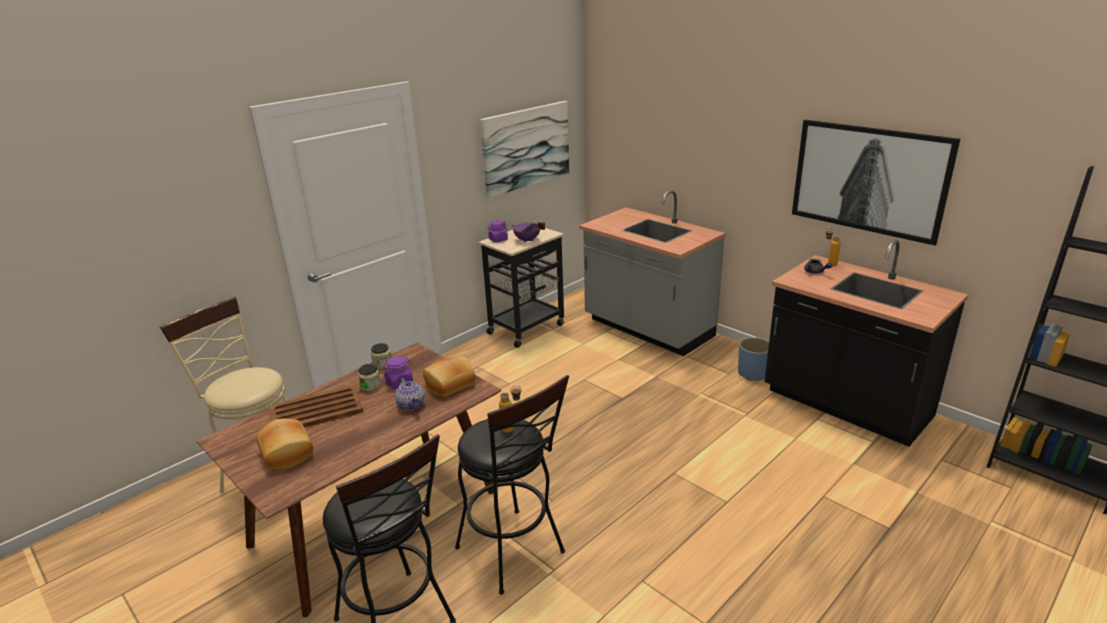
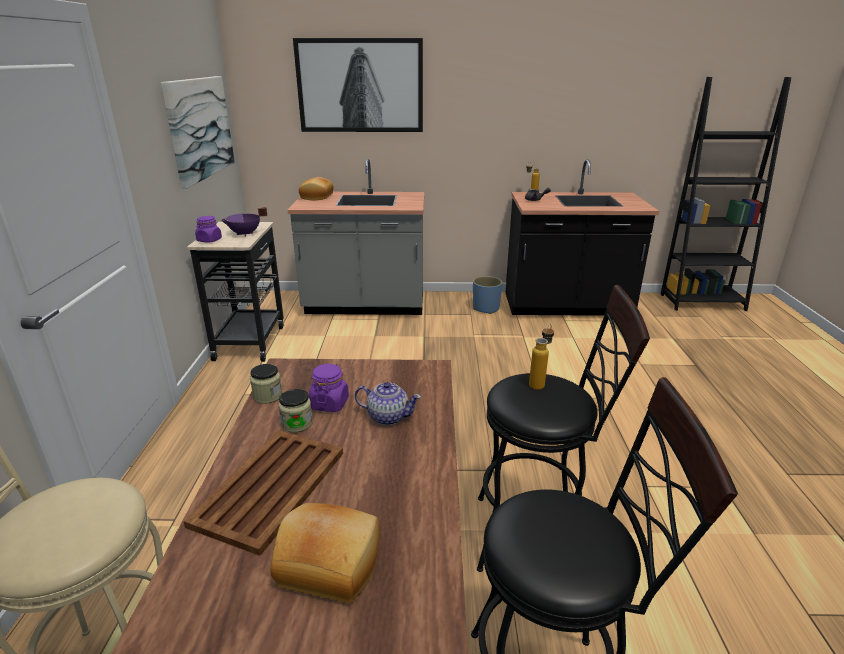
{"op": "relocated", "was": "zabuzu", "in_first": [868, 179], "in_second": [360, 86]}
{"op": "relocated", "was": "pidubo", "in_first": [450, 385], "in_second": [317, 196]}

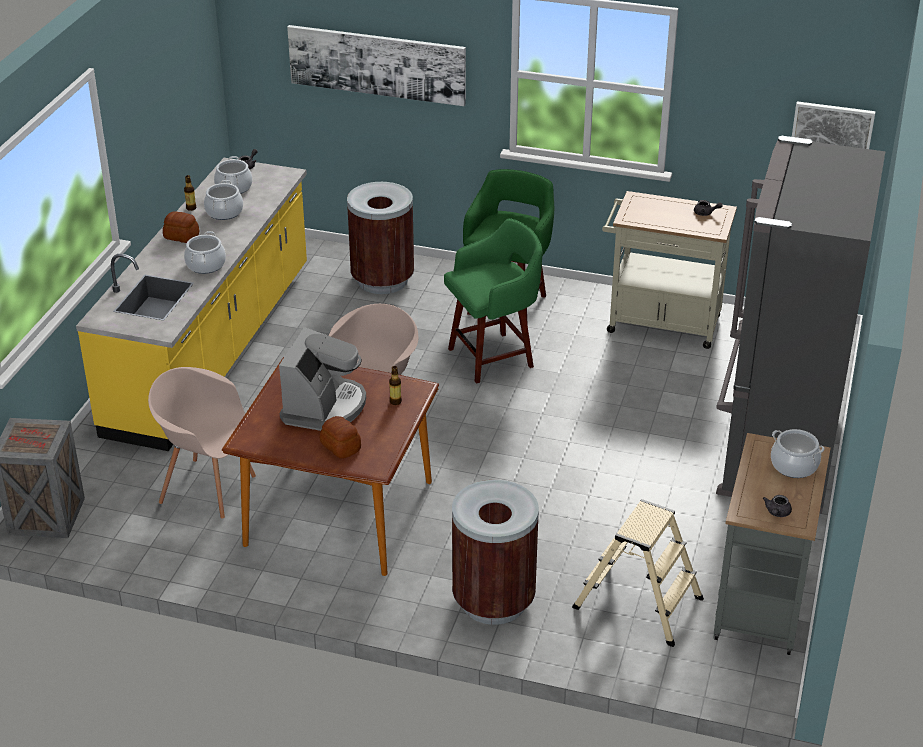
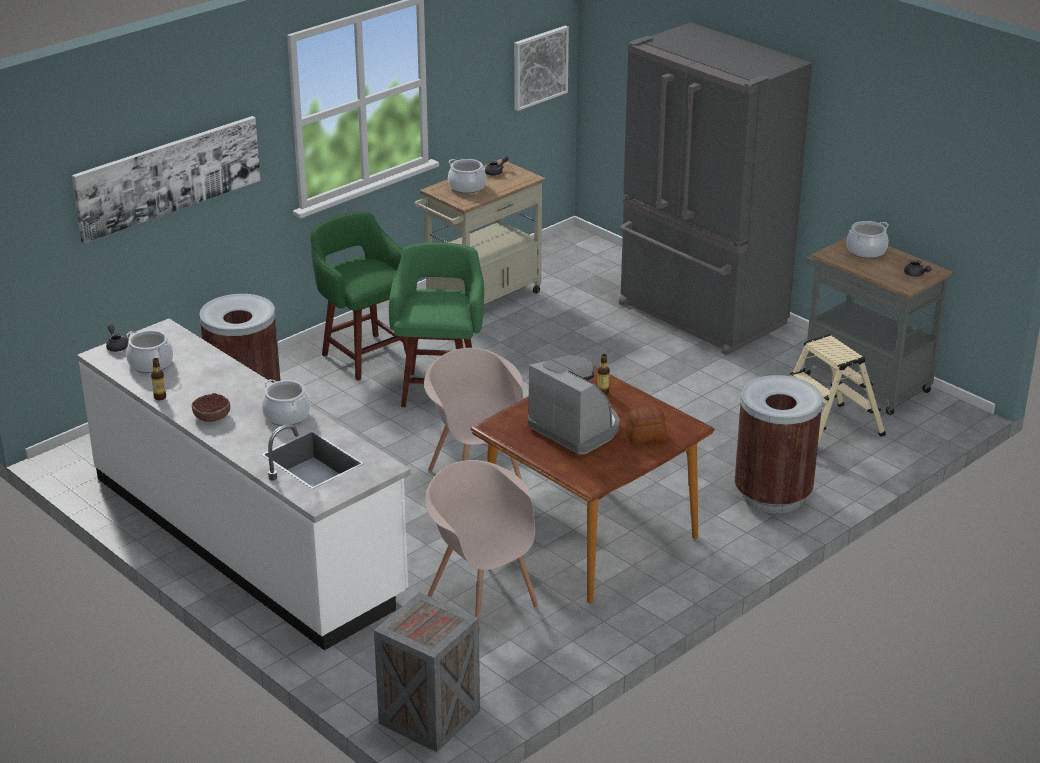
{"op": "colour", "was": "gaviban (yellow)", "now": "gaviban (white)", "in_first": [212, 349], "in_second": [247, 536]}
{"op": "relocated", "was": "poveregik", "in_first": [224, 212], "in_second": [467, 187]}
{"op": "exchanged", "was": "pidubo", "now": "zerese", "in_first": [181, 236], "in_second": [211, 416]}
{"op": "spun", "was": "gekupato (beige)", "in_first": [206, 488], "in_second": [481, 602], "clockwise": 90}

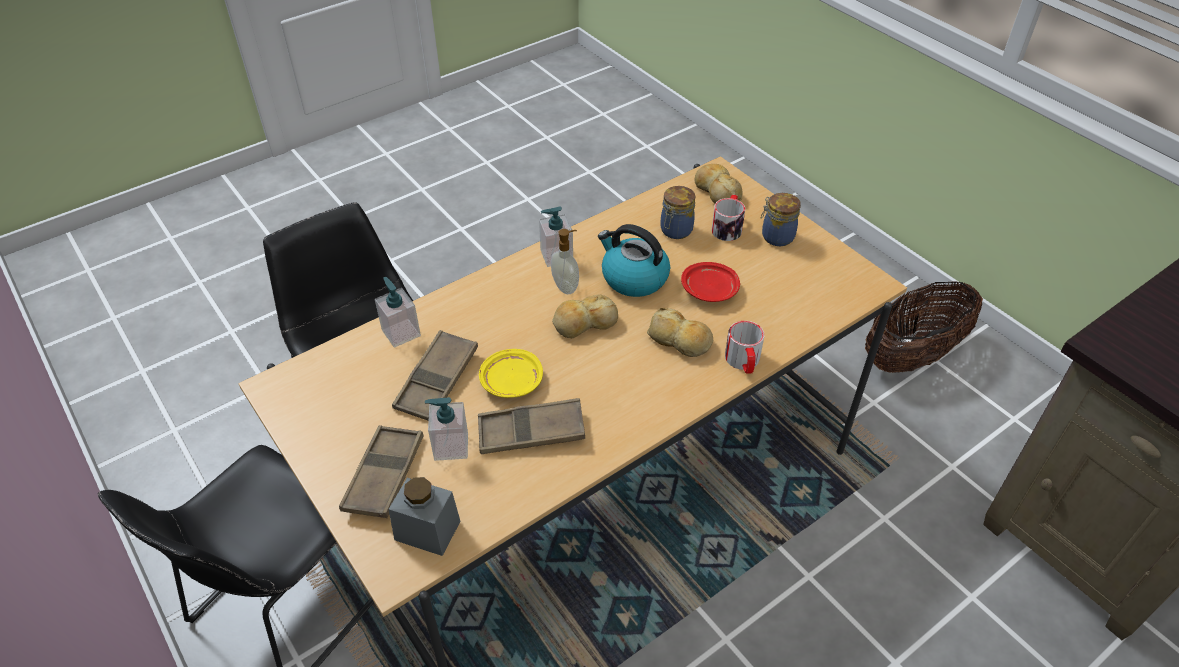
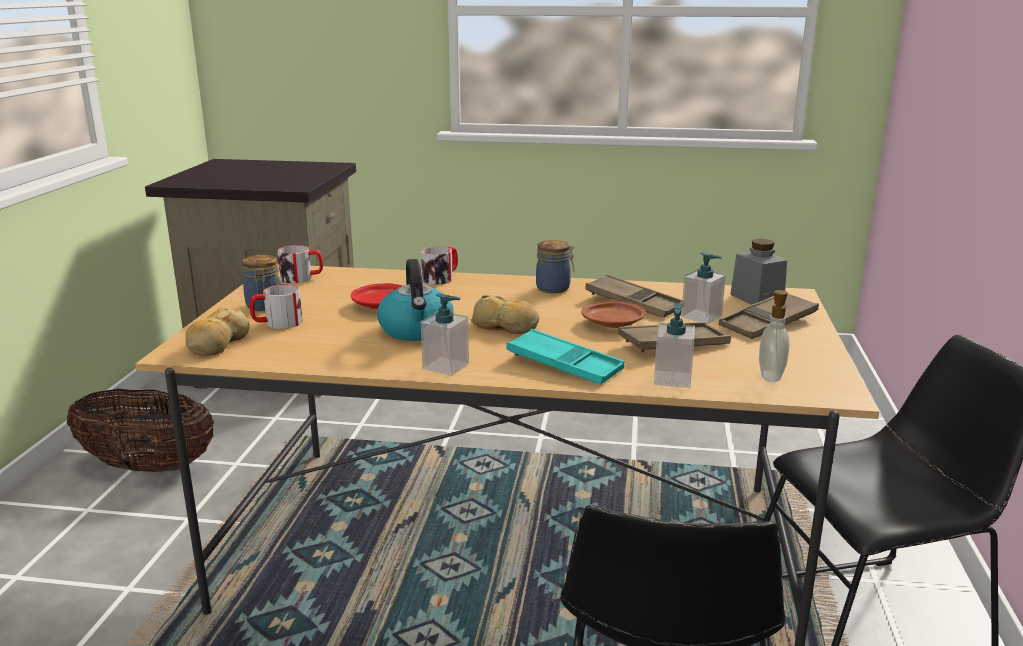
{"op": "relocated", "was": "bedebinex", "in_first": [675, 231], "in_second": [554, 288]}
{"op": "relocated", "was": "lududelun", "in_first": [566, 286], "in_second": [769, 376]}
{"op": "missing", "was": "pidubo", "in_first": [680, 340]}
{"op": "colour", "was": "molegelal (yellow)", "now": "molegelal (brown)", "in_first": [511, 382], "in_second": [613, 324]}
{"op": "appeared", "now": "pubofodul", "in_second": [302, 278]}
{"op": "appeared", "now": "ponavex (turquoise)", "in_second": [564, 365]}

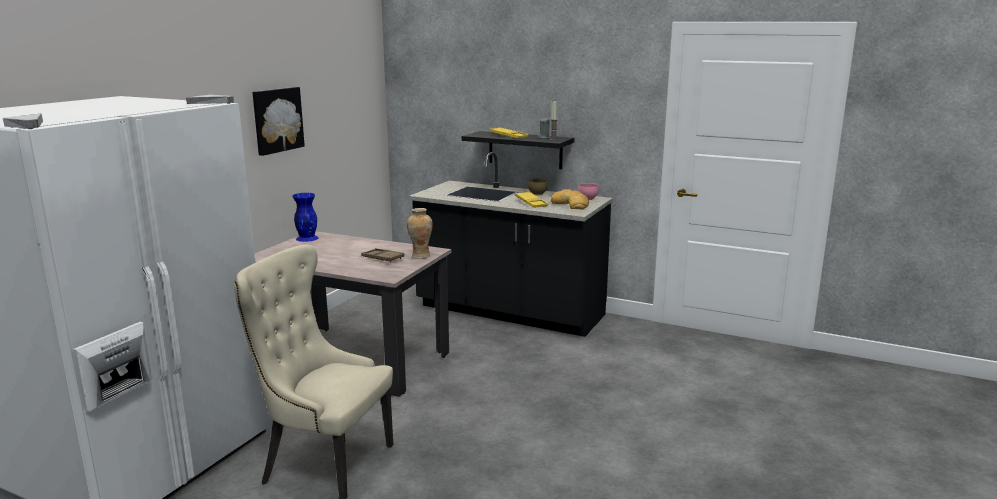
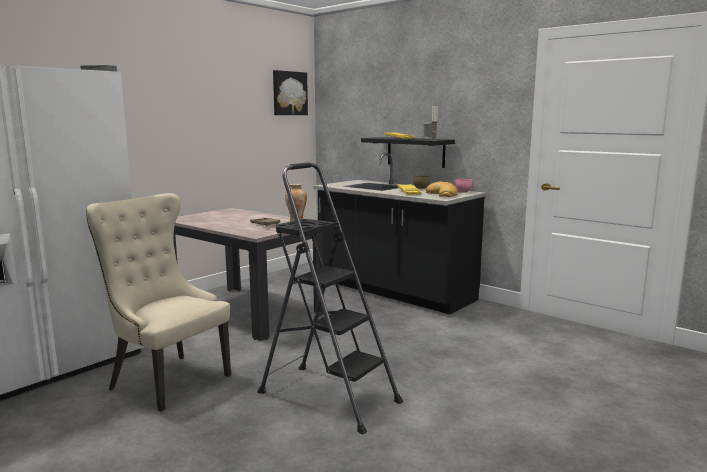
{"op": "relocated", "was": "zabuzu", "in_first": [277, 120], "in_second": [289, 93]}
{"op": "missing", "was": "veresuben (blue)", "in_first": [307, 238]}
{"op": "appeared", "now": "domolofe", "in_second": [327, 396]}

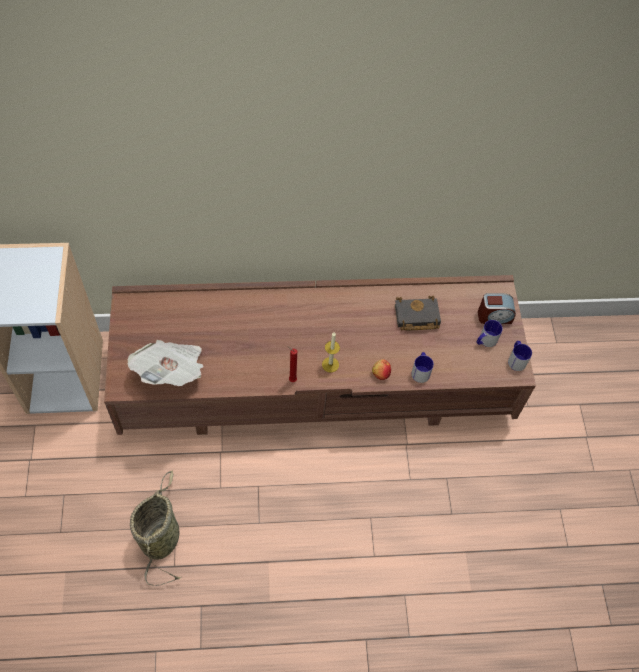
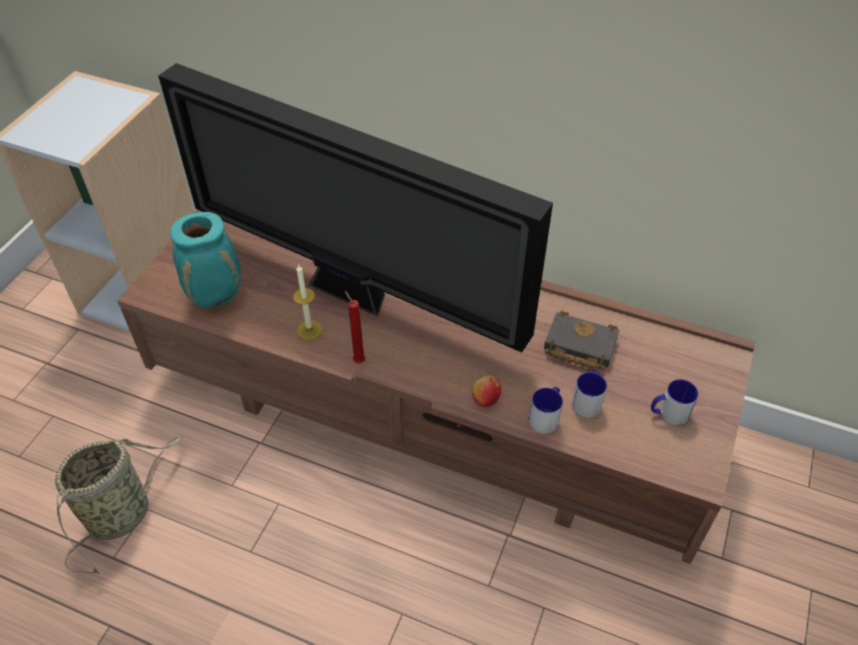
{"op": "missing", "was": "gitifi", "in_first": [494, 316]}
{"op": "relocated", "was": "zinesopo", "in_first": [330, 364], "in_second": [309, 330]}
{"op": "exchanged", "was": "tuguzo", "now": "veresuben (turquoise)", "in_first": [171, 371], "in_second": [217, 296]}
{"op": "relocated", "was": "pubofodul", "in_first": [516, 359], "in_second": [588, 400]}
{"op": "appeared", "now": "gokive", "in_second": [354, 295]}

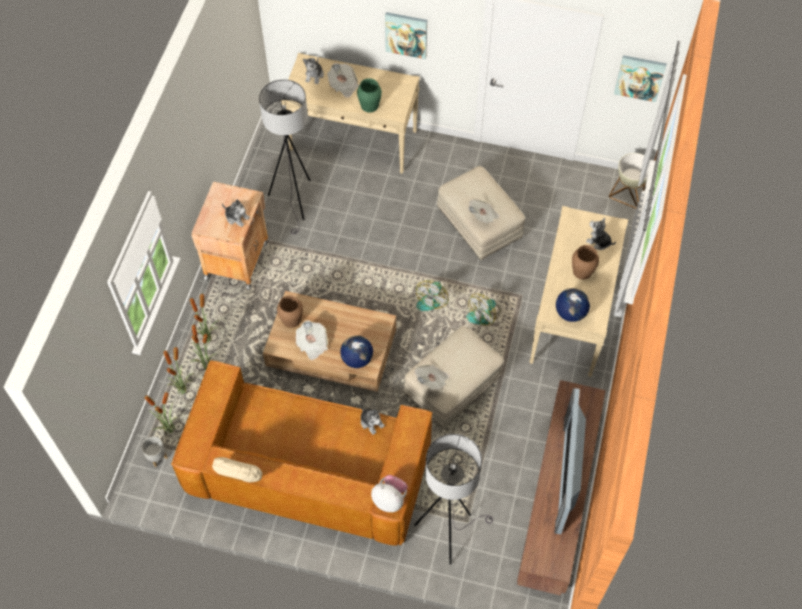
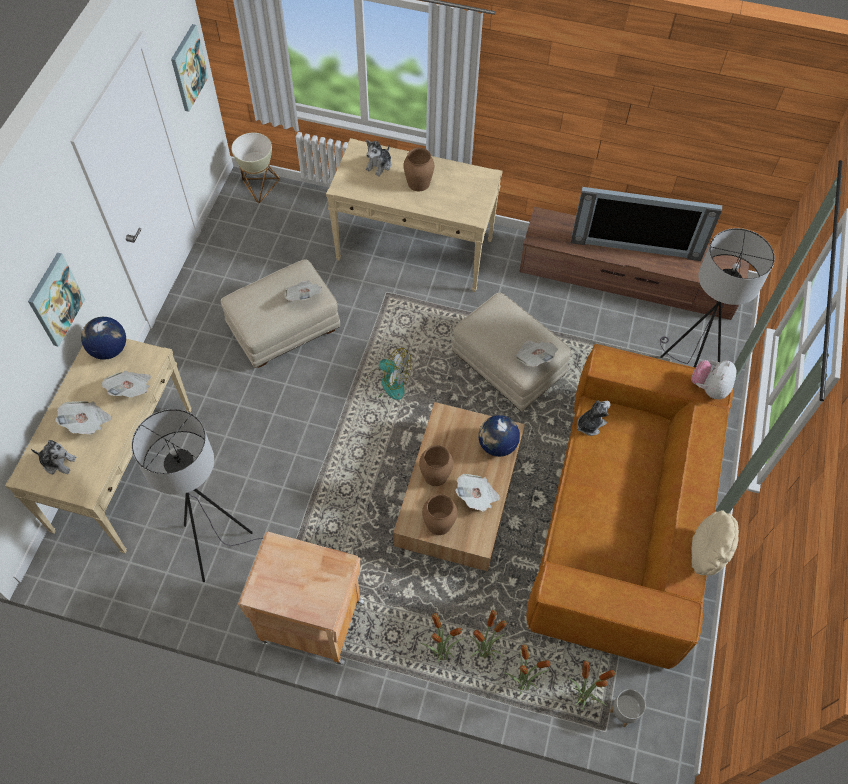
{"op": "exchanged", "was": "veresuben (green)", "now": "tuguzo", "in_first": [370, 105], "in_second": [131, 389]}
{"op": "missing", "was": "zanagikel", "in_first": [237, 217]}
{"op": "relocated", "was": "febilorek", "in_first": [570, 313], "in_second": [109, 349]}
{"op": "missing", "was": "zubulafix", "in_first": [484, 314]}
{"op": "appeared", "now": "veresuben (brown)", "in_second": [435, 474]}

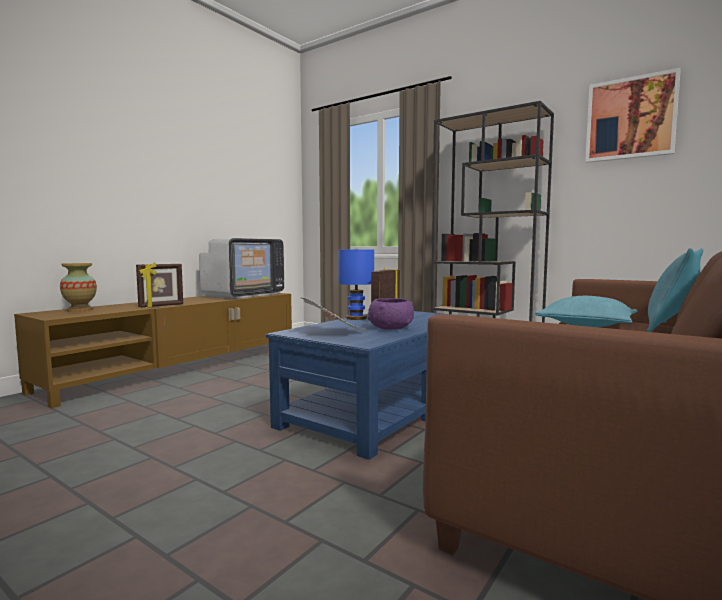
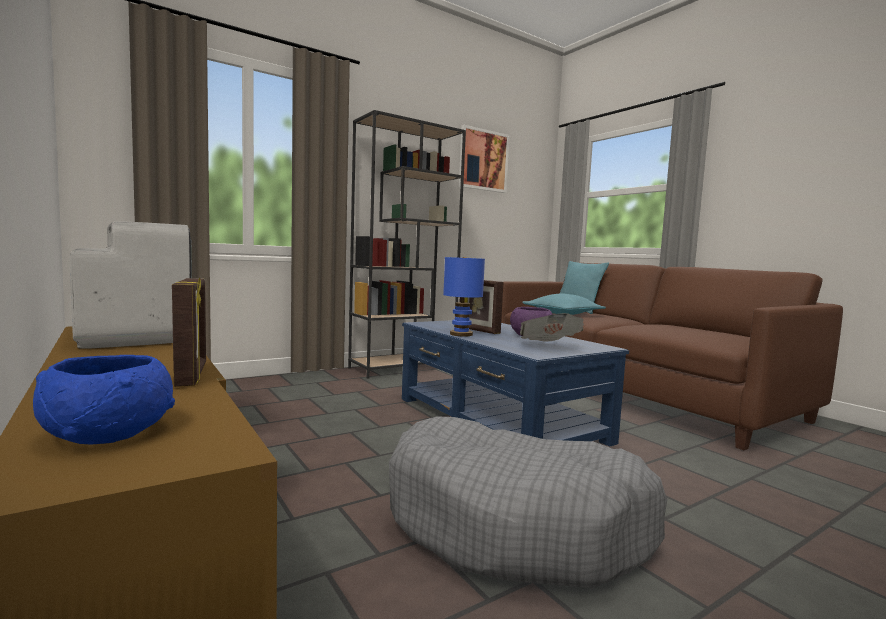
{"op": "exchanged", "was": "veresuben", "now": "zerese (blue)", "in_first": [80, 310], "in_second": [108, 433]}
{"op": "appeared", "now": "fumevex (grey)", "in_second": [515, 523]}

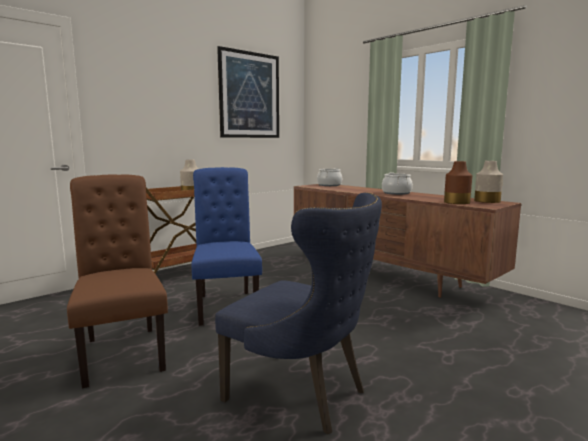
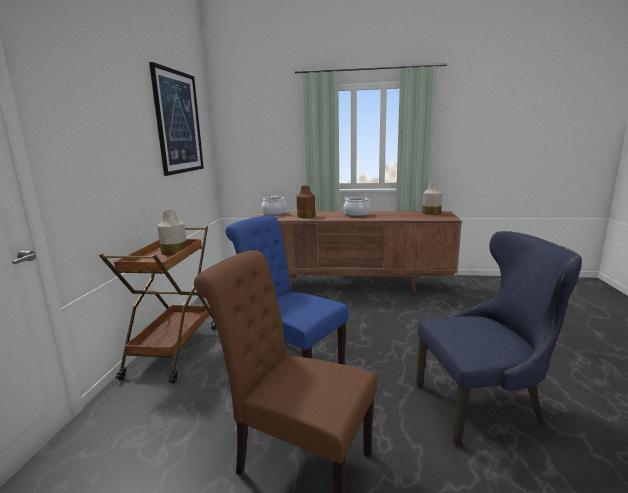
{"op": "relocated", "was": "veresuben (brown)", "in_first": [456, 202], "in_second": [306, 216]}

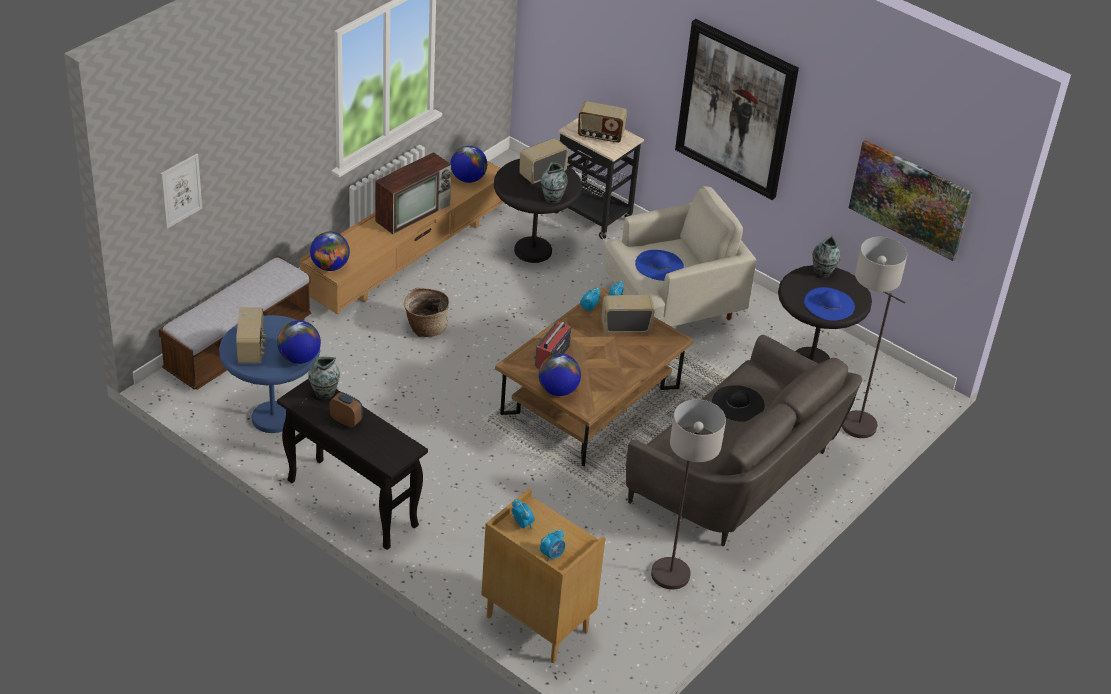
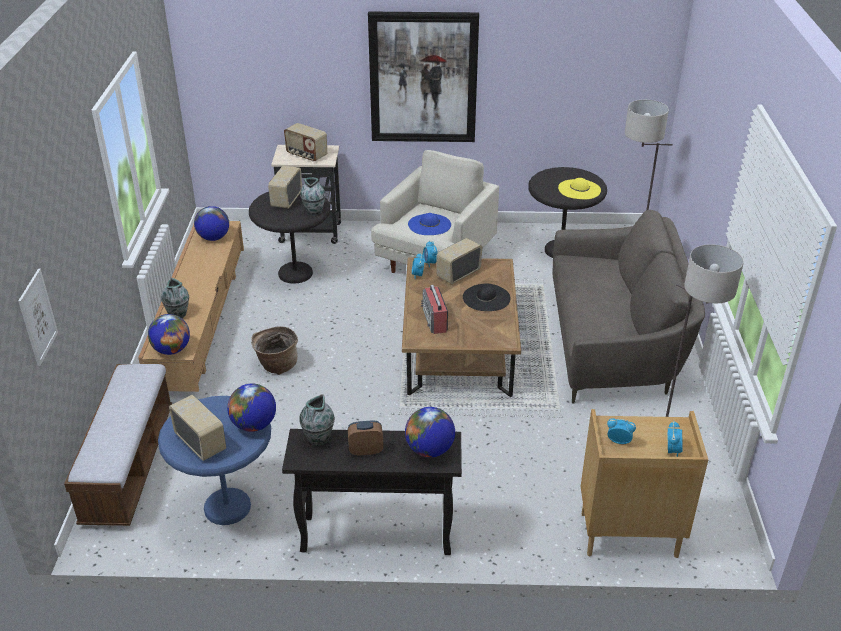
{"op": "spun", "was": "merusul", "in_first": [600, 136], "in_second": [306, 155], "clockwise": 60}
{"op": "missing", "was": "zabuzu", "in_first": [910, 199]}
{"op": "missing", "was": "gokive", "in_first": [413, 212]}
{"op": "relocated", "was": "veresuben", "in_first": [822, 272], "in_second": [178, 315]}
{"op": "colour", "was": "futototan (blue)", "now": "futototan (yellow)", "in_first": [829, 304], "in_second": [579, 189]}
{"op": "relocated", "was": "febilorek", "in_first": [558, 390], "in_second": [429, 450]}
{"op": "relocated", "was": "futototan (black)", "in_first": [738, 403], "in_second": [486, 298]}

